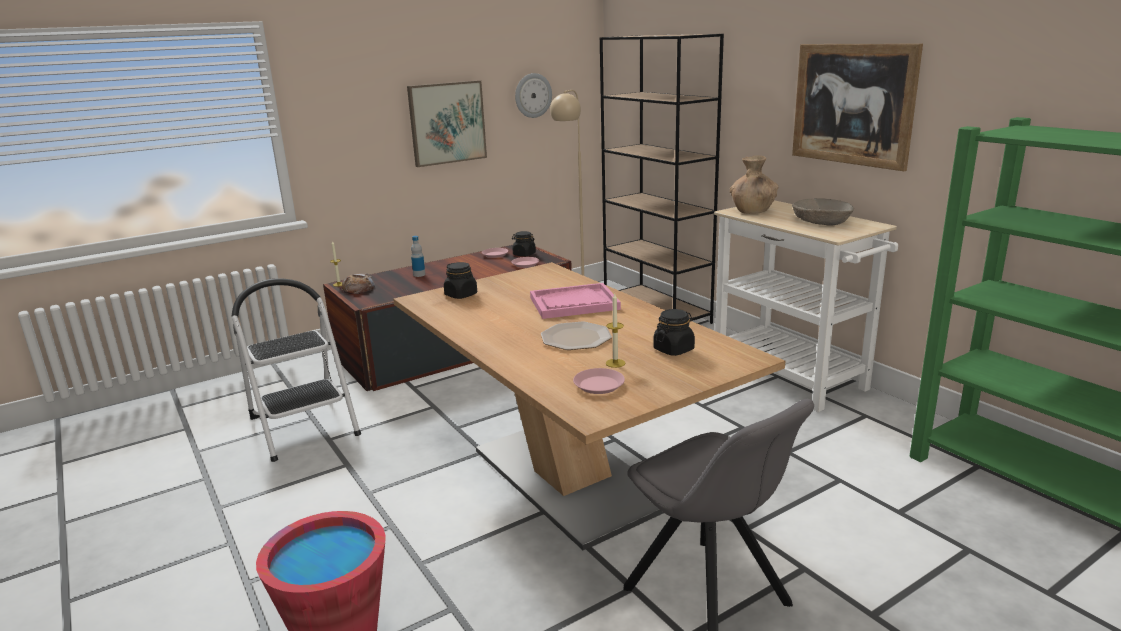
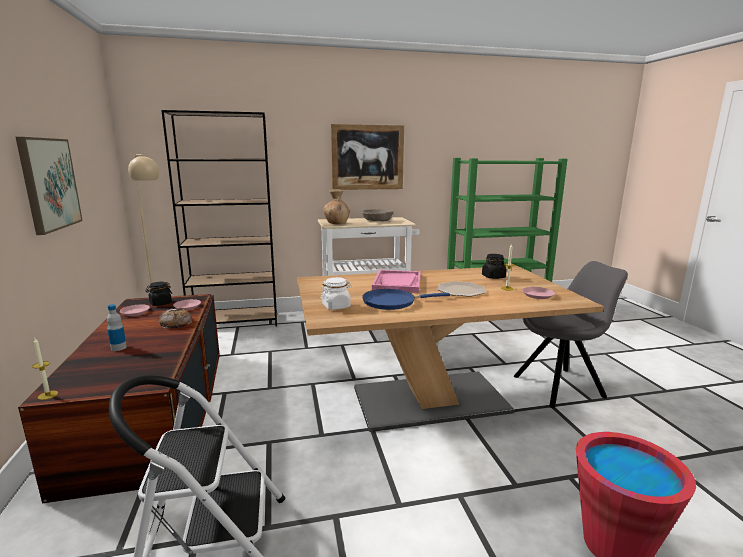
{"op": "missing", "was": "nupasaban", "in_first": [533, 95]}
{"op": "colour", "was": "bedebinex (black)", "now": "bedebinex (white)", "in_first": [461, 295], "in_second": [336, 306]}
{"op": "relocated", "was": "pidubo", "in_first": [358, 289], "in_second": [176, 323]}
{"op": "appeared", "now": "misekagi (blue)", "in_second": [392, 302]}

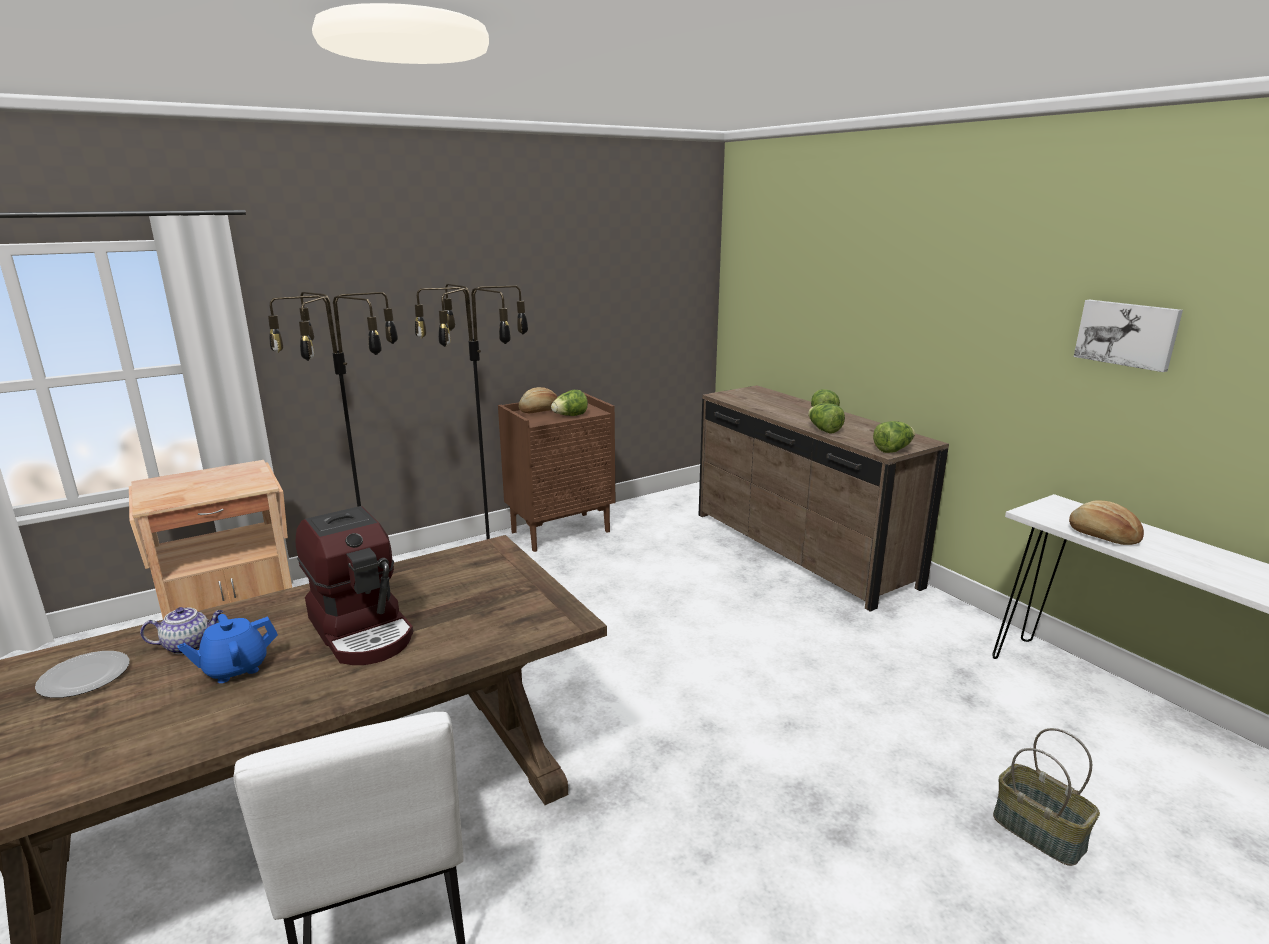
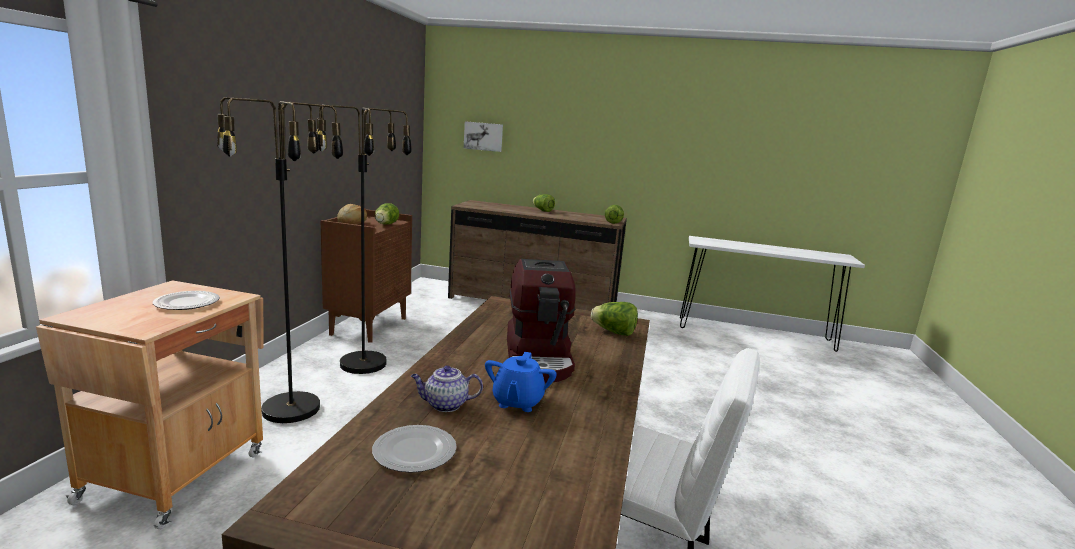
{"op": "relocated", "was": "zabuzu", "in_first": [1127, 334], "in_second": [483, 136]}
{"op": "relocated", "was": "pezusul", "in_first": [823, 430], "in_second": [614, 332]}
{"op": "missing", "was": "pidubo", "in_first": [1102, 536]}
{"op": "spun", "was": "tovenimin", "in_first": [363, 629], "in_second": [539, 358], "clockwise": 75}
{"op": "spun", "was": "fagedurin", "in_first": [189, 645], "in_second": [445, 405], "clockwise": -120}
{"op": "missing", "was": "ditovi", "in_first": [1039, 832]}
{"op": "appeared", "now": "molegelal", "in_second": [186, 303]}

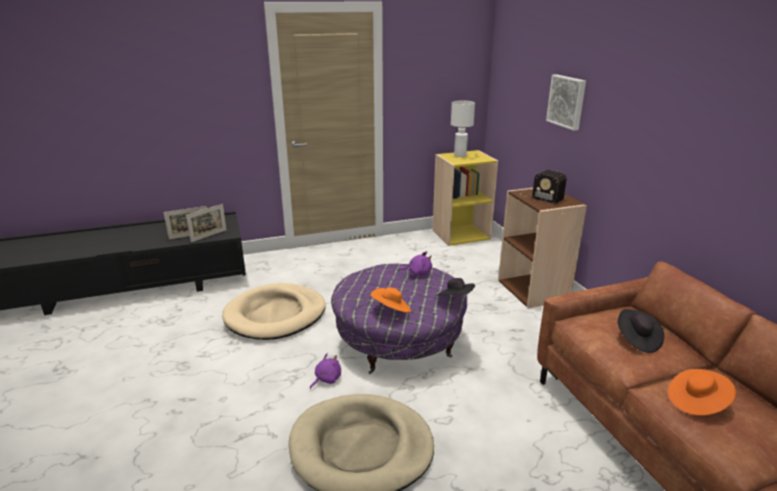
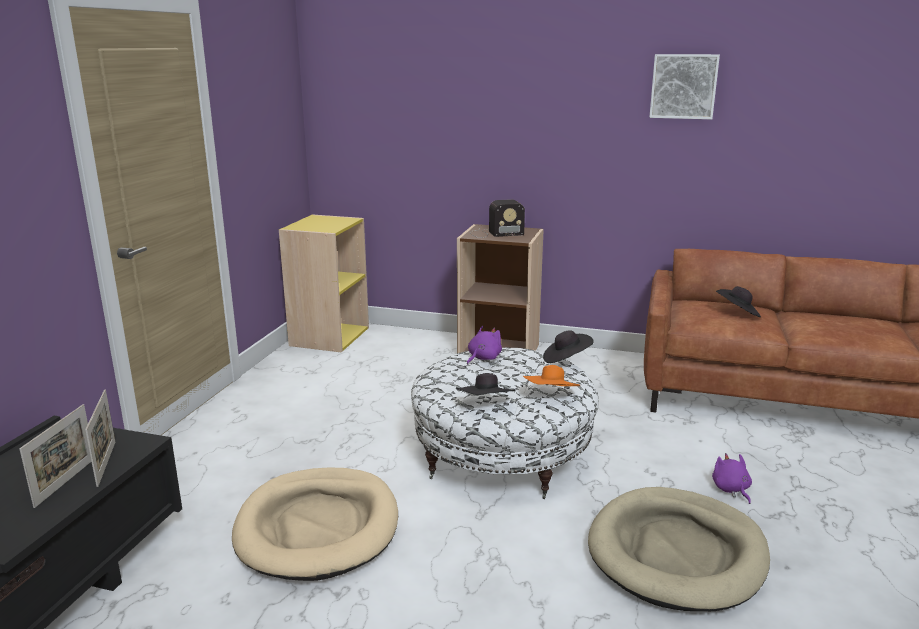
{"op": "relocated", "was": "zabuzu", "in_first": [567, 101], "in_second": [683, 86]}
{"op": "missing", "was": "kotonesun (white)", "in_first": [460, 155]}
{"op": "colour", "was": "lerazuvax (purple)", "now": "lerazuvax (white)", "in_first": [398, 342], "in_second": [502, 457]}
{"op": "relocated", "was": "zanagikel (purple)", "in_first": [326, 379], "in_second": [731, 489]}
{"op": "missing", "was": "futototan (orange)", "in_first": [697, 402]}
{"op": "appeared", "now": "futototan (black)", "in_second": [486, 404]}

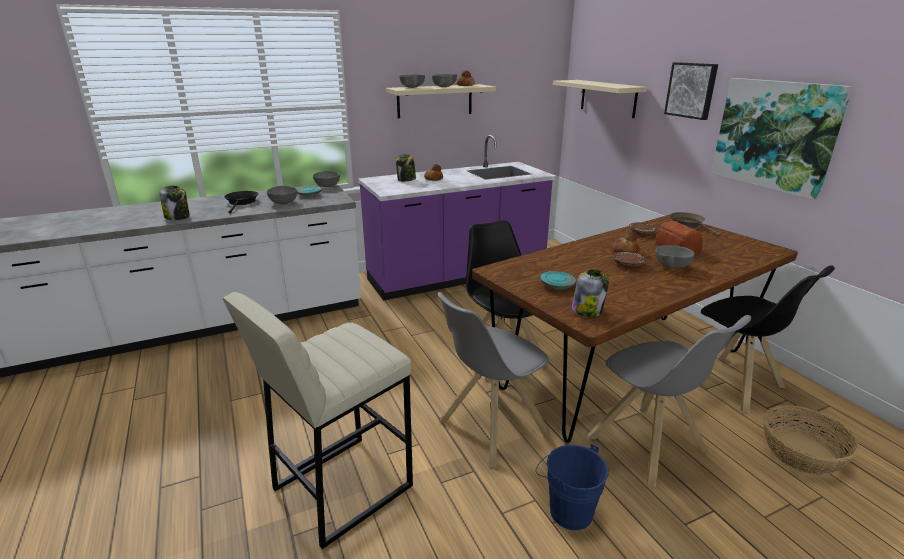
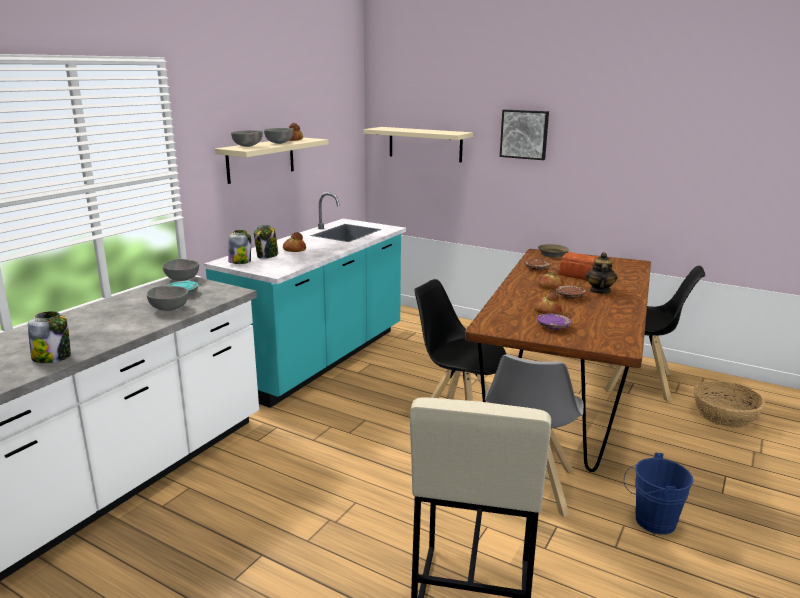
{"op": "missing", "was": "zabuzu", "in_first": [775, 135]}
{"op": "colour", "was": "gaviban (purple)", "now": "gaviban (turquoise)", "in_first": [457, 276], "in_second": [319, 359]}
{"op": "missing", "was": "misekagi (black)", "in_first": [242, 202]}
{"op": "exchanged", "was": "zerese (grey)", "now": "fagedurin", "in_first": [671, 266], "in_second": [599, 291]}
{"op": "relocated", "was": "bedebinex", "in_first": [587, 310], "in_second": [240, 261]}
{"op": "colour", "was": "molegelal (turquoise)", "now": "molegelal (purple)", "in_first": [557, 285], "in_second": [553, 326]}
{"op": "missing", "was": "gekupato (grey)", "in_first": [649, 446]}
{"op": "appeared", "now": "pidubo", "in_second": [546, 311]}

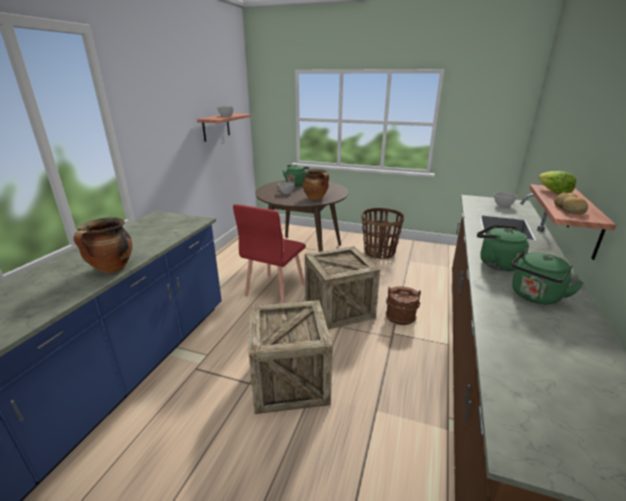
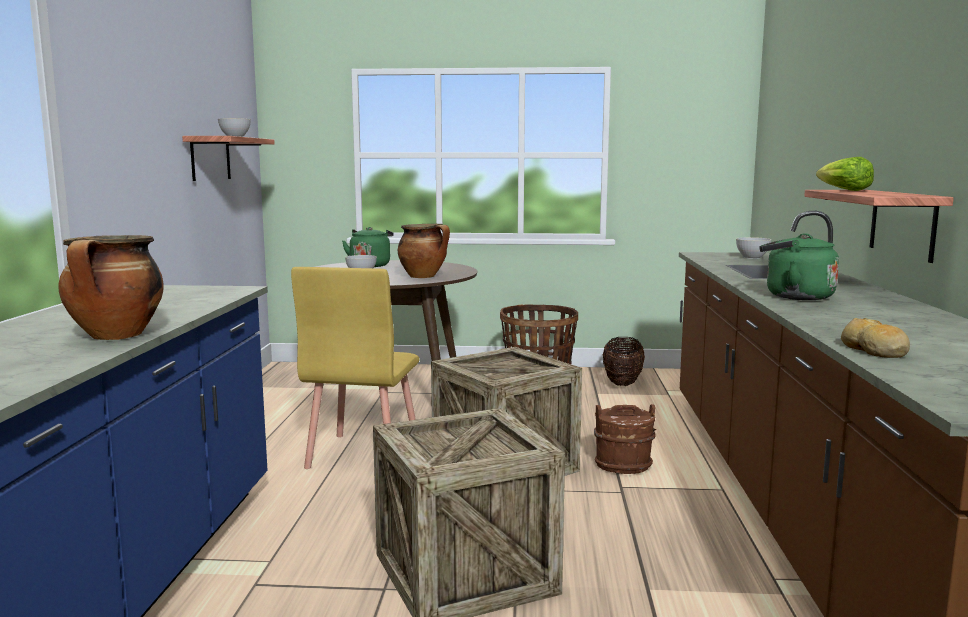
{"op": "relocated", "was": "pidubo", "in_first": [569, 209], "in_second": [873, 350]}
{"op": "colour", "was": "gekupato (red)", "now": "gekupato (yellow)", "in_first": [274, 290], "in_second": [363, 454]}
{"op": "missing", "was": "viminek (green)", "in_first": [534, 297]}
{"op": "appeared", "now": "ditovi", "in_second": [622, 383]}

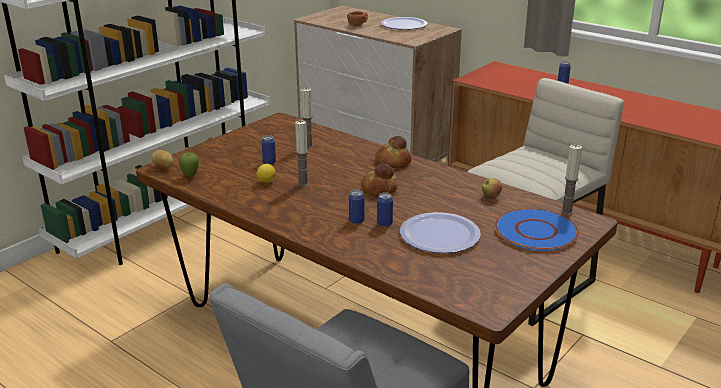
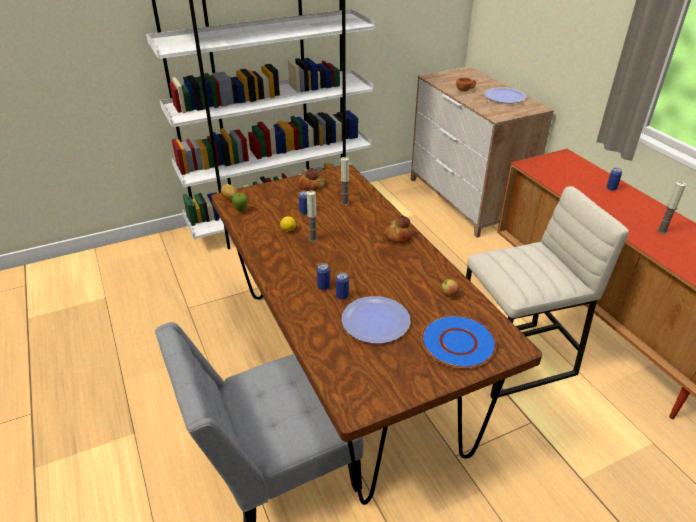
{"op": "relocated", "was": "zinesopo", "in_first": [567, 212], "in_second": [662, 231]}
{"op": "relocated", "was": "pidubo", "in_first": [379, 189], "in_second": [311, 185]}

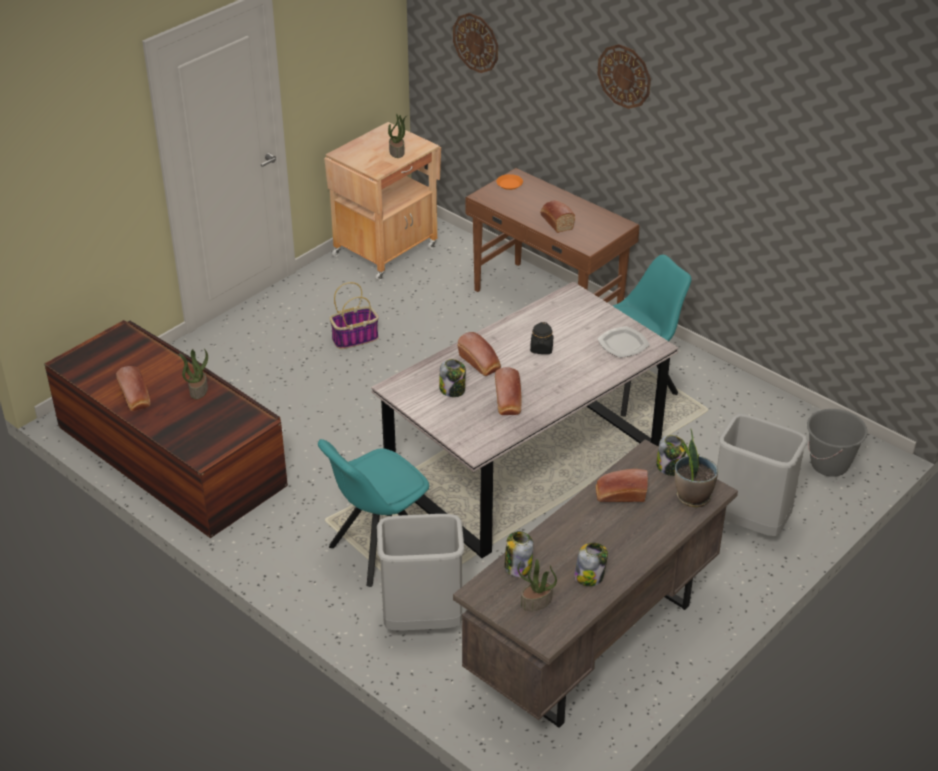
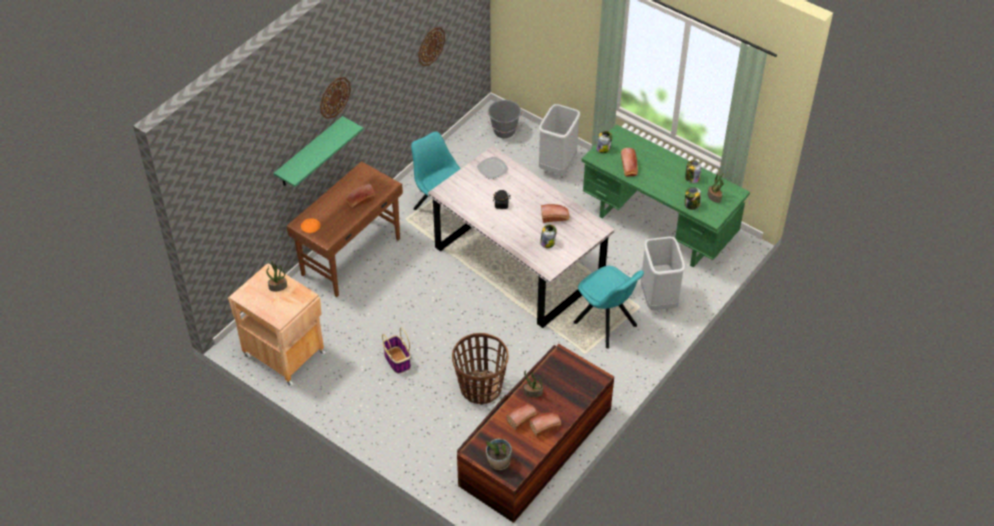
{"op": "relocated", "was": "nupasaban", "in_first": [476, 42], "in_second": [431, 46]}
{"op": "relocated", "was": "pidubo", "in_first": [480, 363], "in_second": [522, 418]}
{"op": "relocated", "was": "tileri", "in_first": [692, 496], "in_second": [499, 462]}
{"op": "colour", "was": "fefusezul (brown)", "now": "fefusezul (green)", "in_first": [593, 643], "in_second": [659, 228]}
{"op": "appeared", "now": "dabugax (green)", "in_second": [309, 153]}
{"op": "appeared", "now": "ditovi", "in_second": [480, 388]}

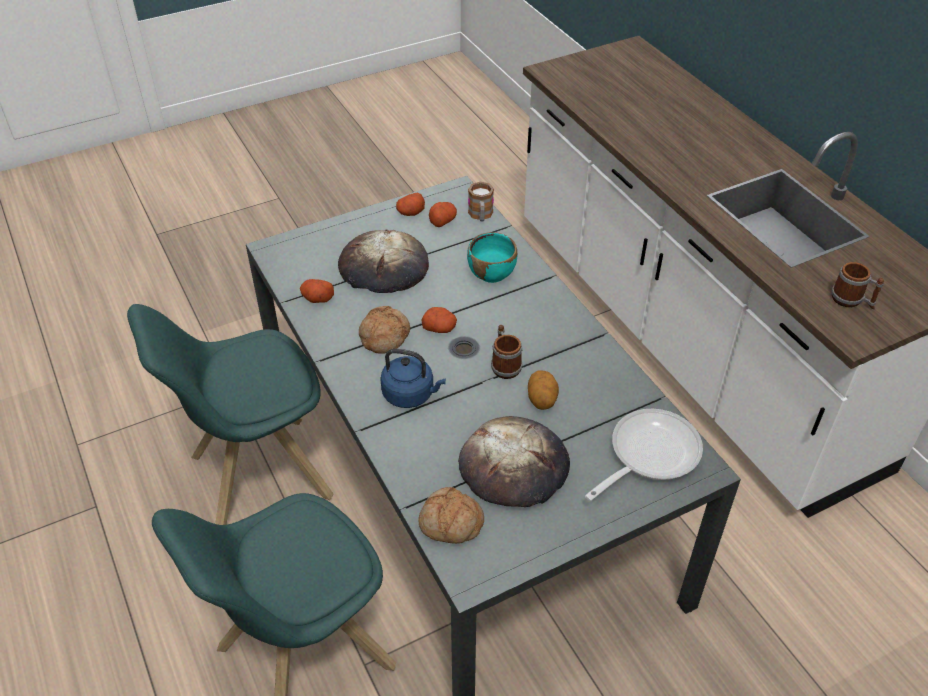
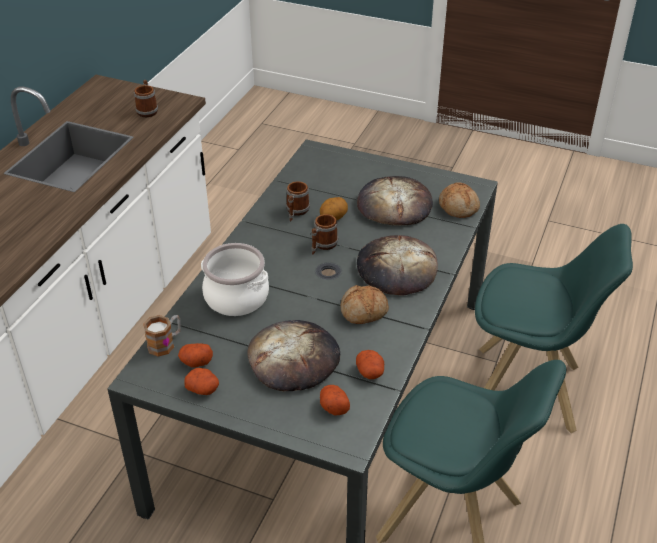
{"op": "exchanged", "was": "zerese (turquoise)", "now": "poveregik", "in_first": [492, 273], "in_second": [236, 298]}
{"op": "relocated", "was": "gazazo", "in_first": [440, 328], "in_second": [333, 406]}
{"op": "exchanged", "was": "viminek (blue)", "now": "pidubo", "in_first": [411, 394], "in_second": [397, 269]}
{"op": "missing", "was": "misekagi", "in_first": [648, 454]}
{"op": "appeared", "now": "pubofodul", "in_second": [296, 212]}

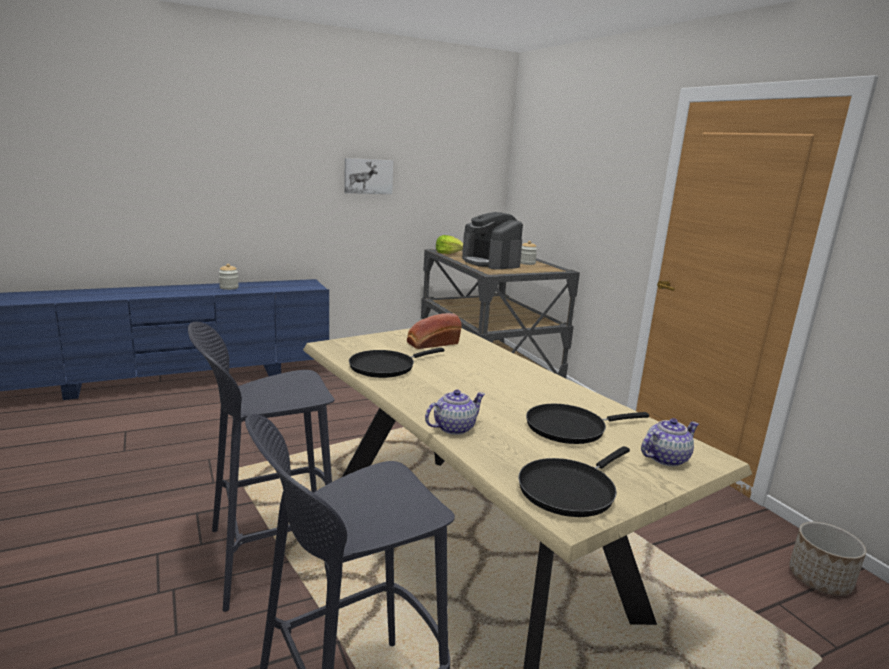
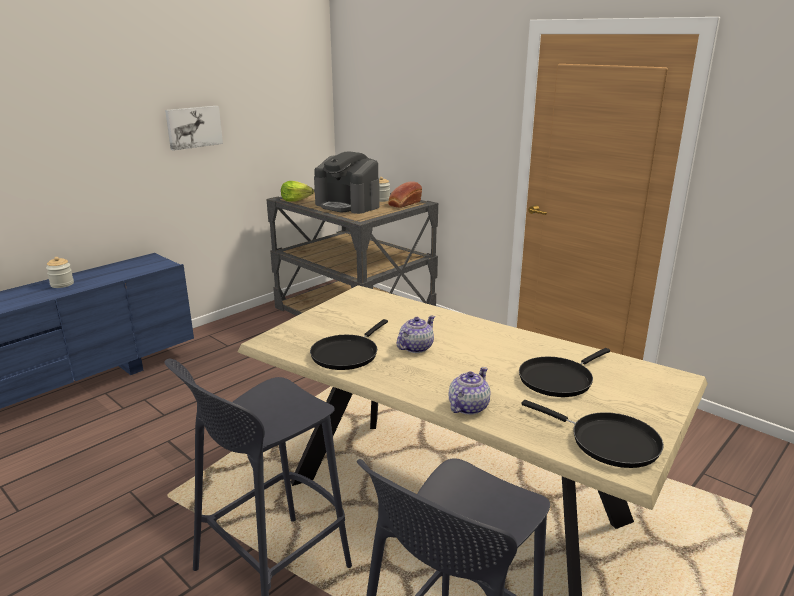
{"op": "relocated", "was": "pidubo", "in_first": [432, 343], "in_second": [404, 204]}
{"op": "relocated", "was": "fagedurin", "in_first": [665, 458], "in_second": [415, 348]}
{"op": "spun", "was": "misekagi (black)", "in_first": [570, 489], "in_second": [608, 442], "clockwise": -75}
{"op": "missing", "was": "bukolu", "in_first": [819, 579]}

